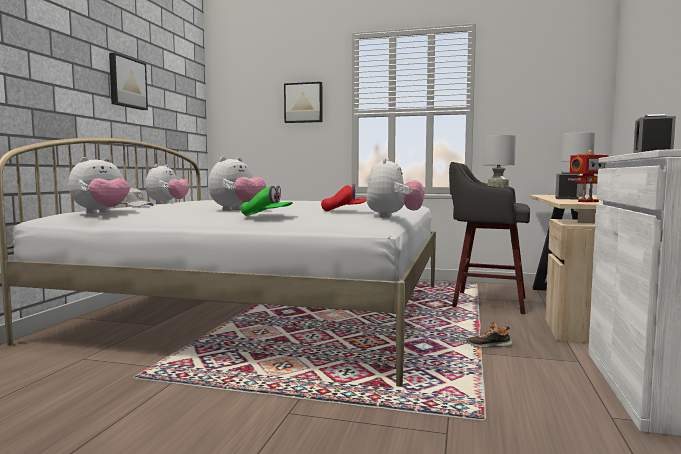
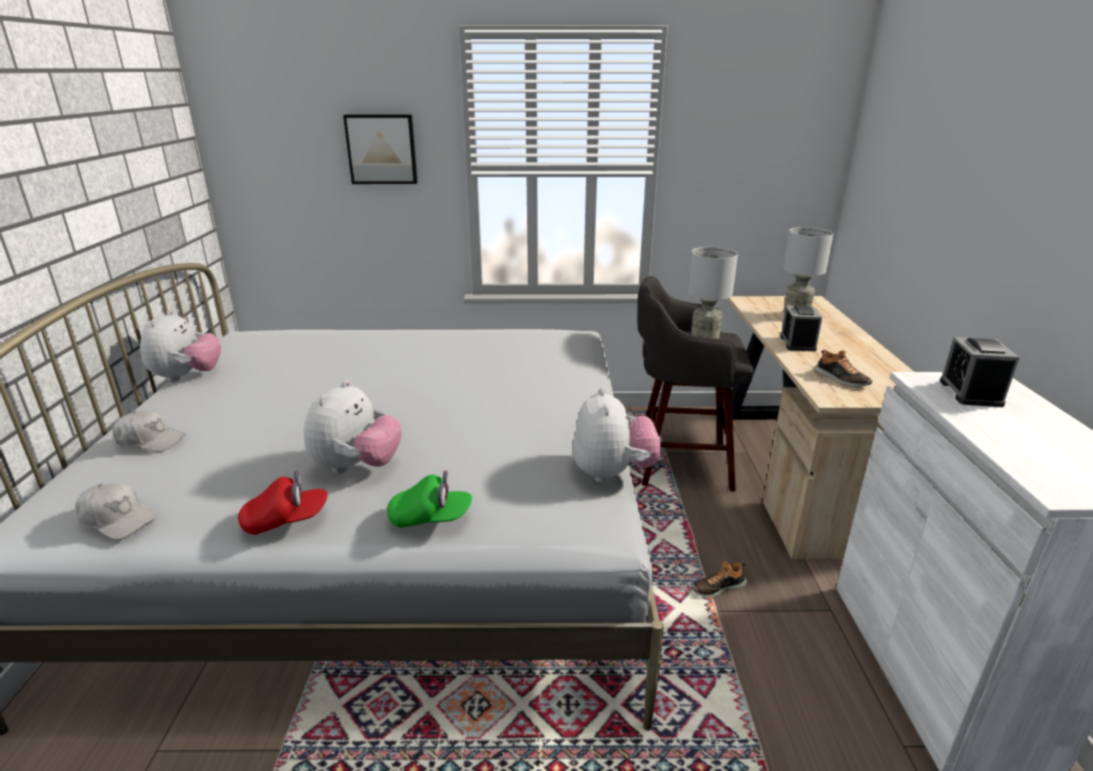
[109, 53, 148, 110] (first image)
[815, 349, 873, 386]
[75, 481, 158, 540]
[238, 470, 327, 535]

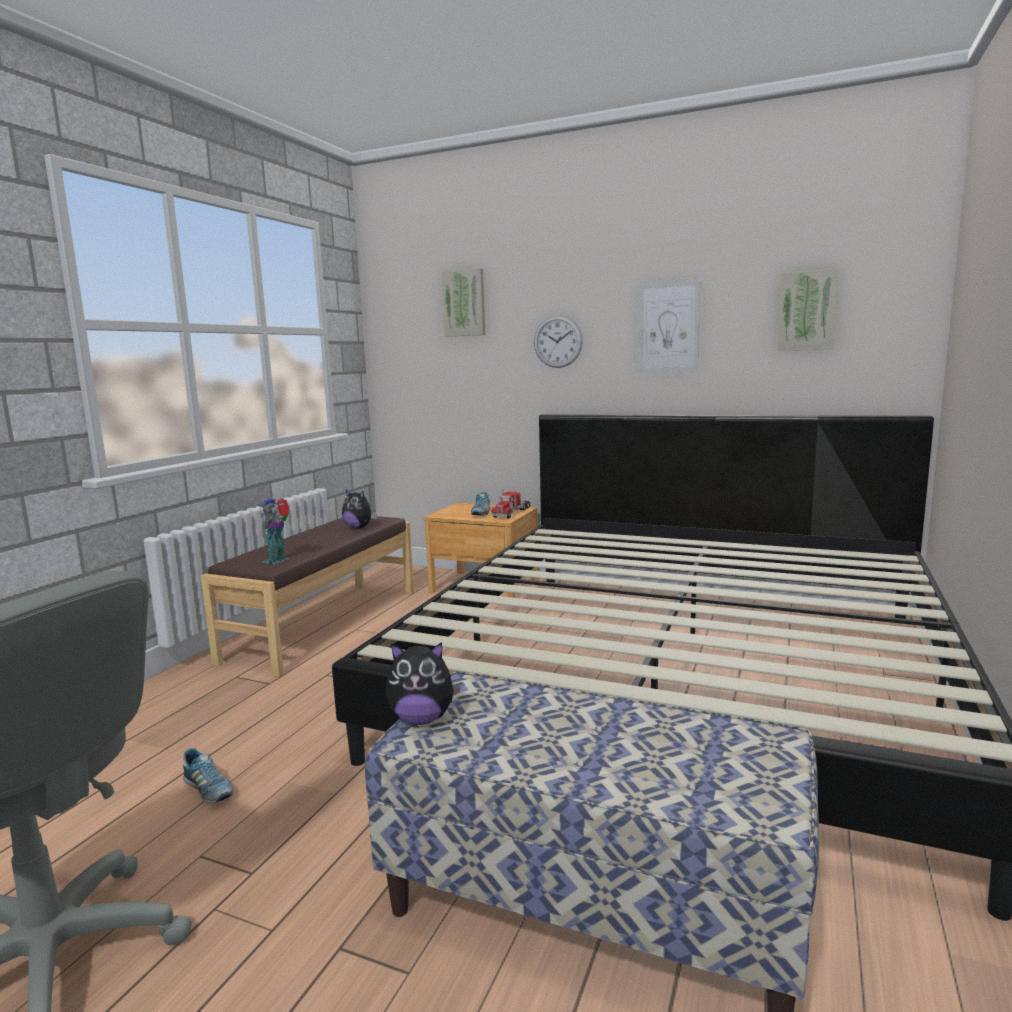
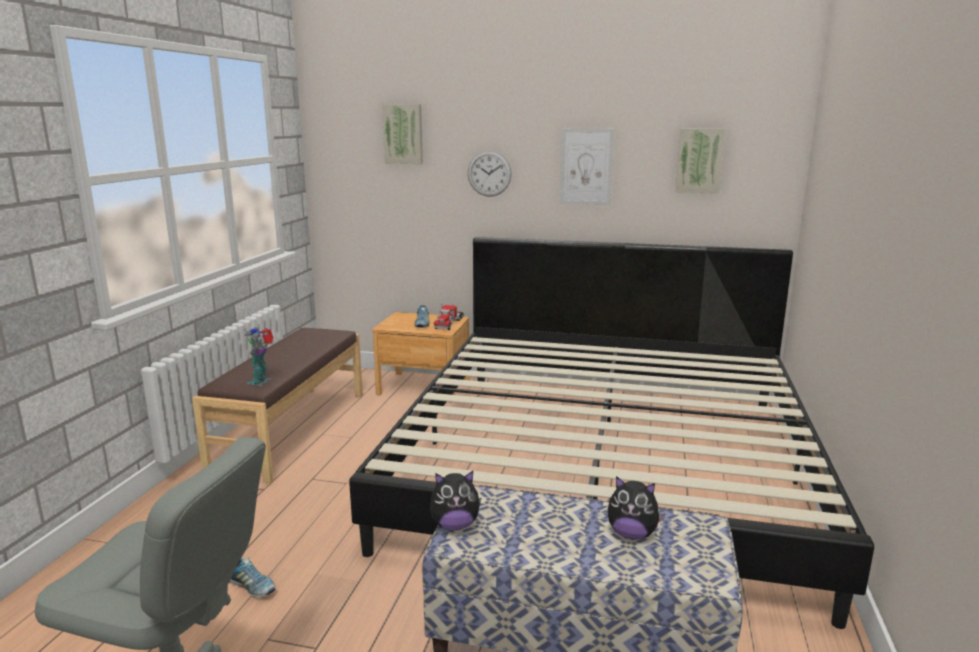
[608, 476, 665, 539]

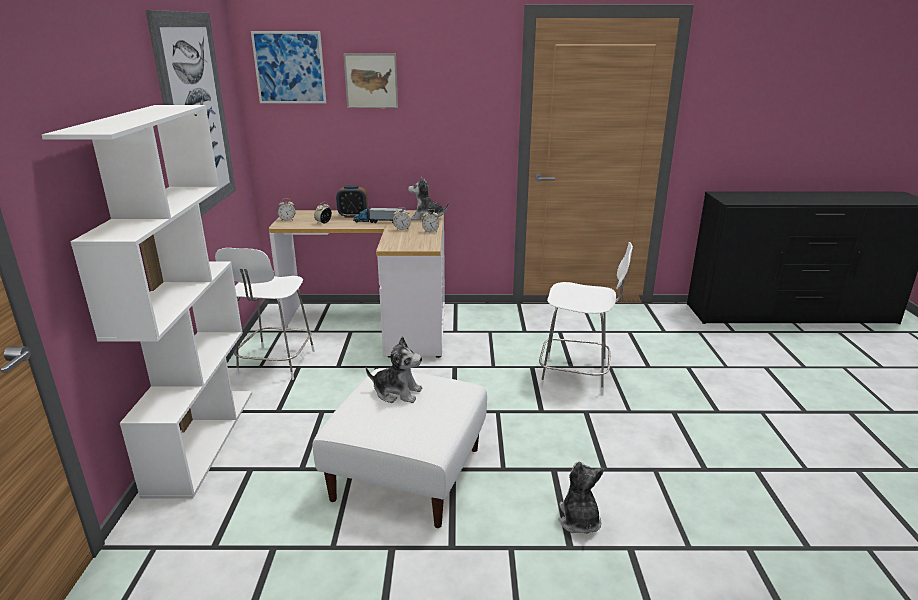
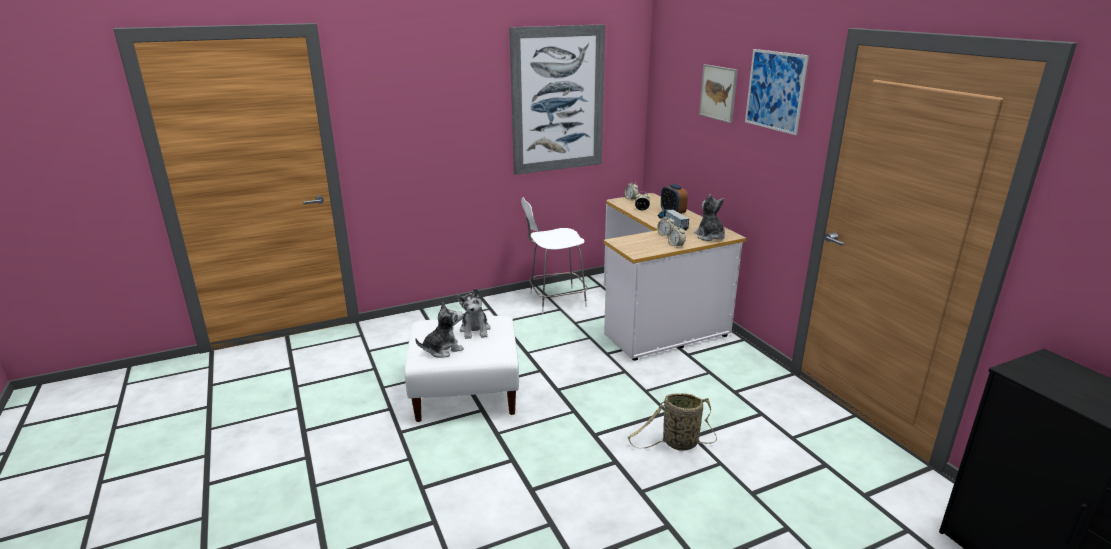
[745, 49, 809, 135]
[42, 105, 252, 498] (first image)
[628, 393, 717, 451]
[415, 302, 464, 358]

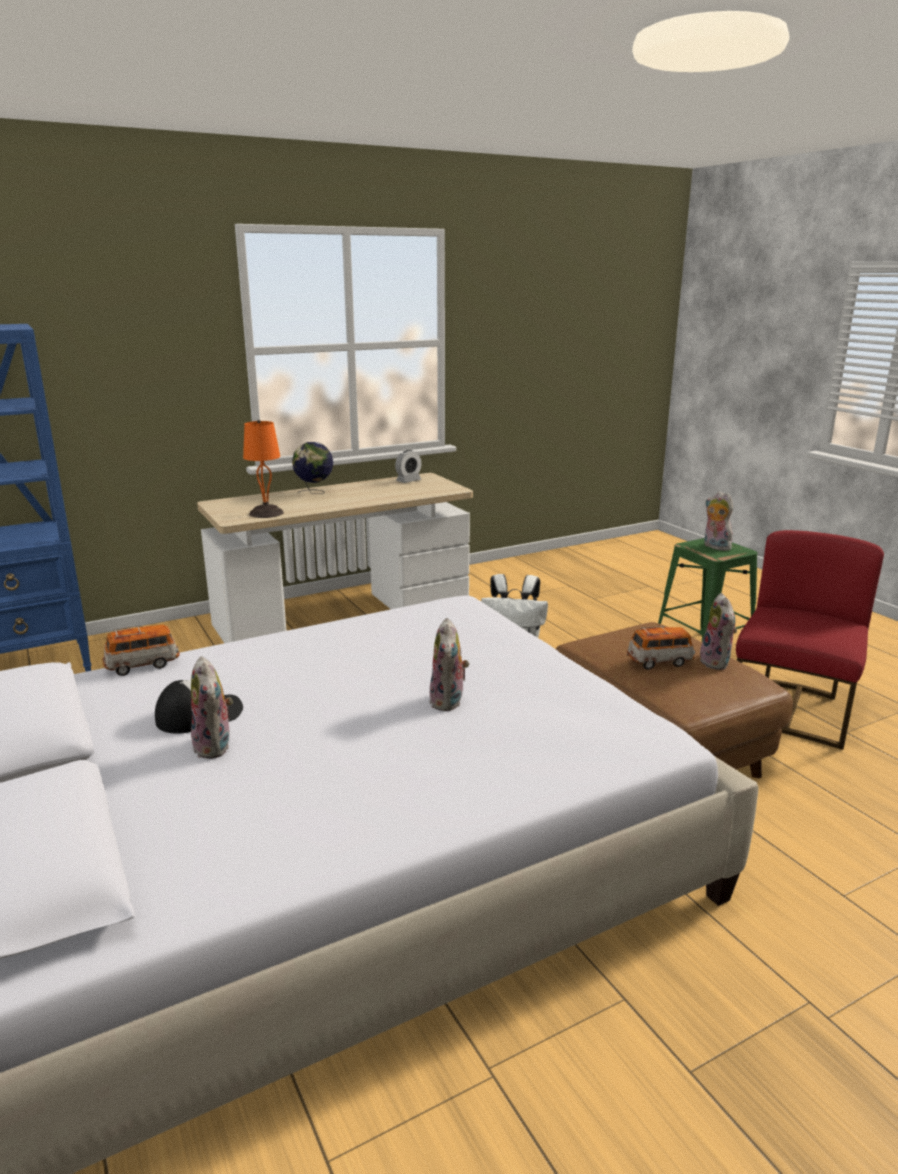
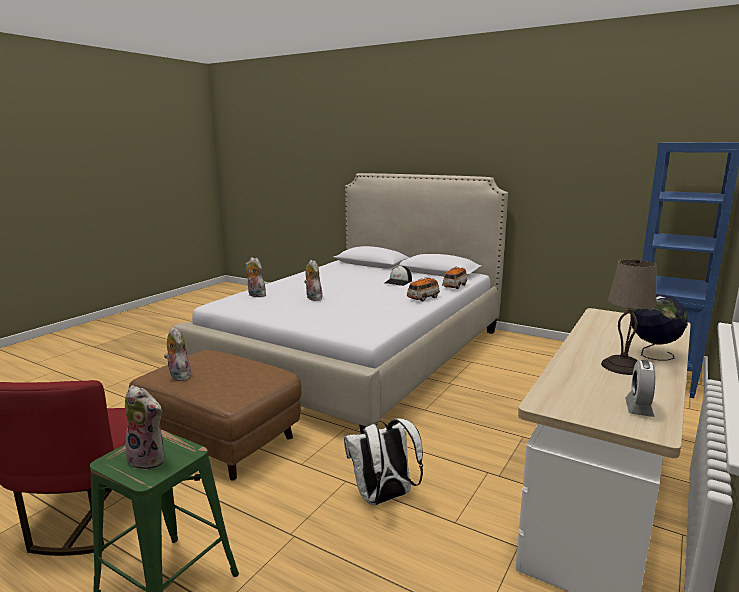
[243, 420, 284, 518] (first image)
[407, 277, 440, 302]
[245, 257, 268, 298]
[601, 259, 656, 375]

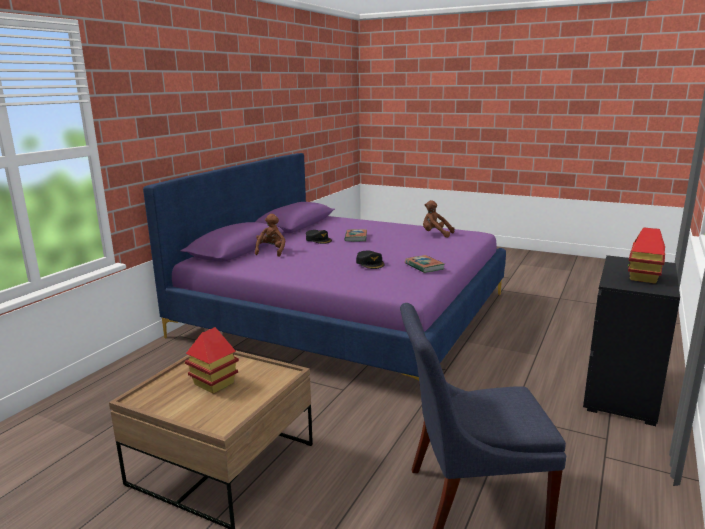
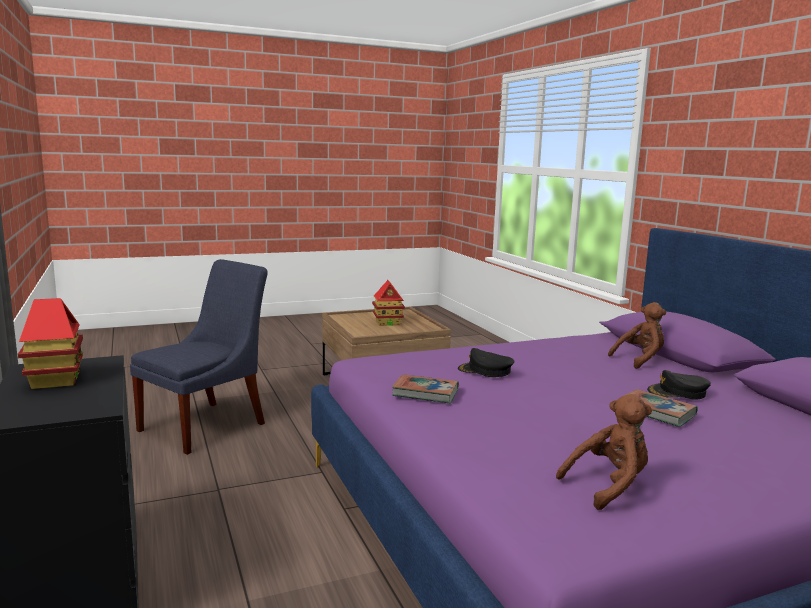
[608, 302, 666, 369]

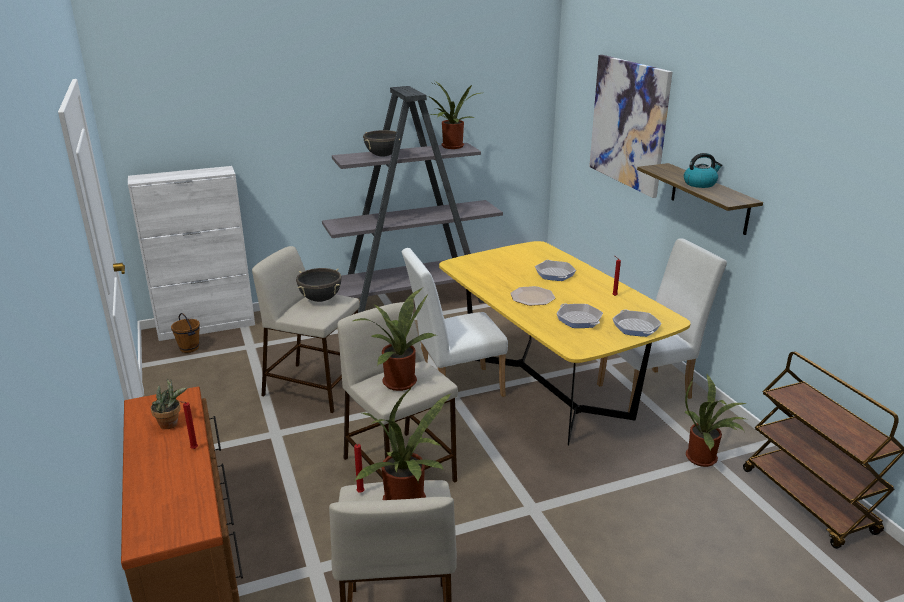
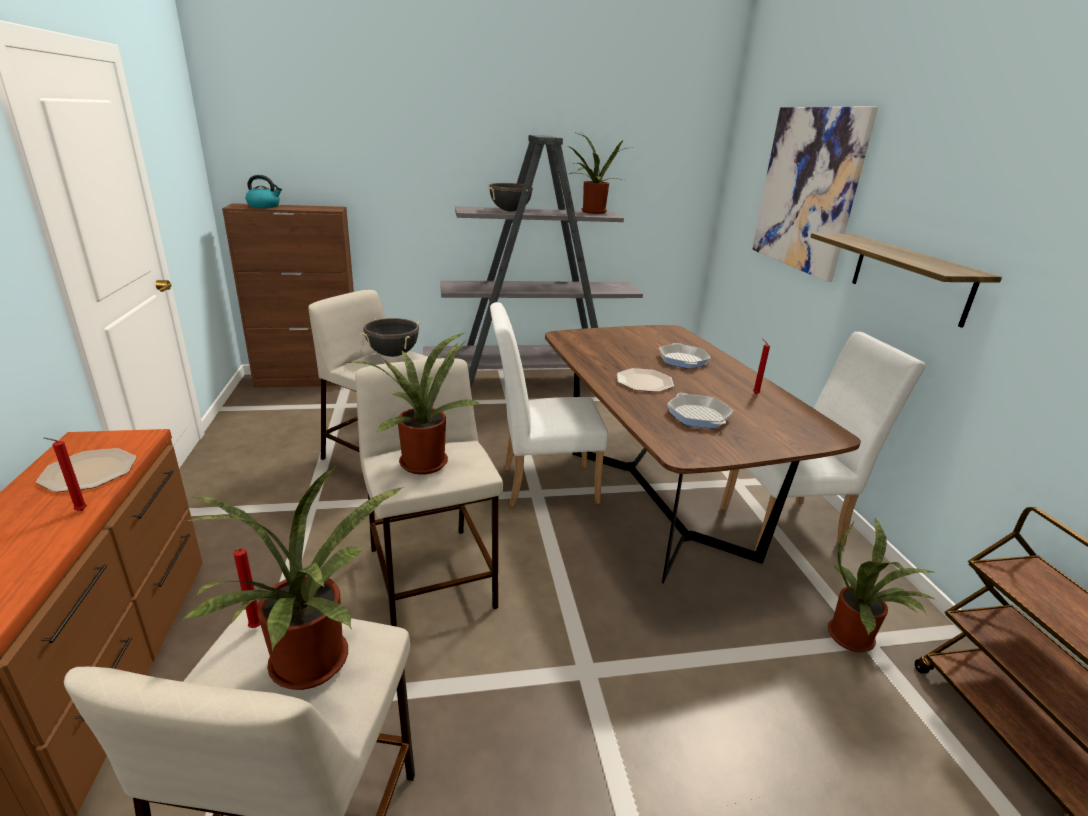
[246, 175, 282, 208]
[222, 203, 354, 388]
[545, 325, 861, 583]
[612, 310, 662, 337] (first image)
[171, 313, 200, 353] (first image)
[36, 448, 137, 492]

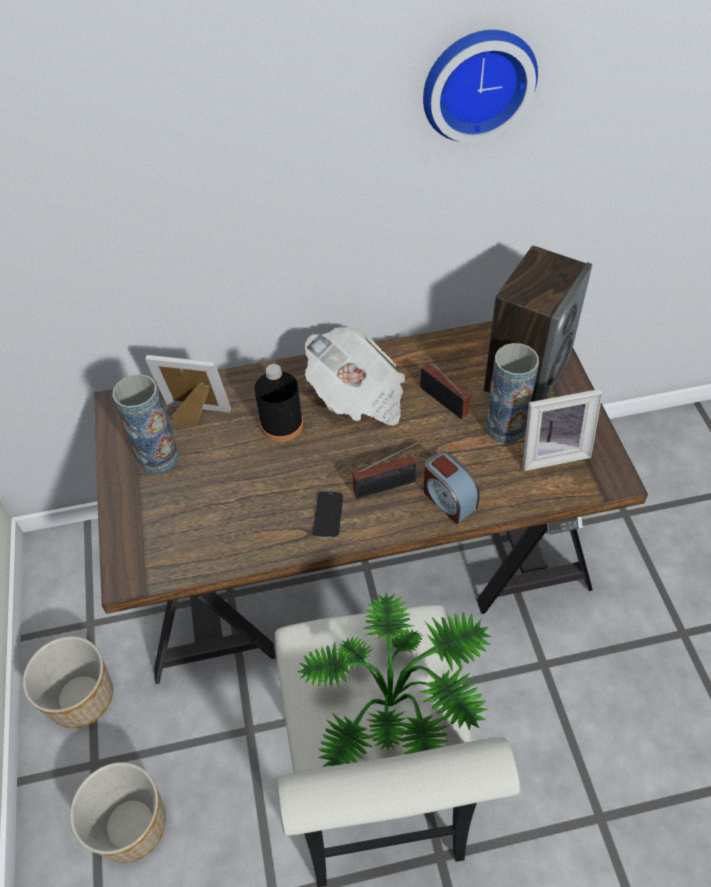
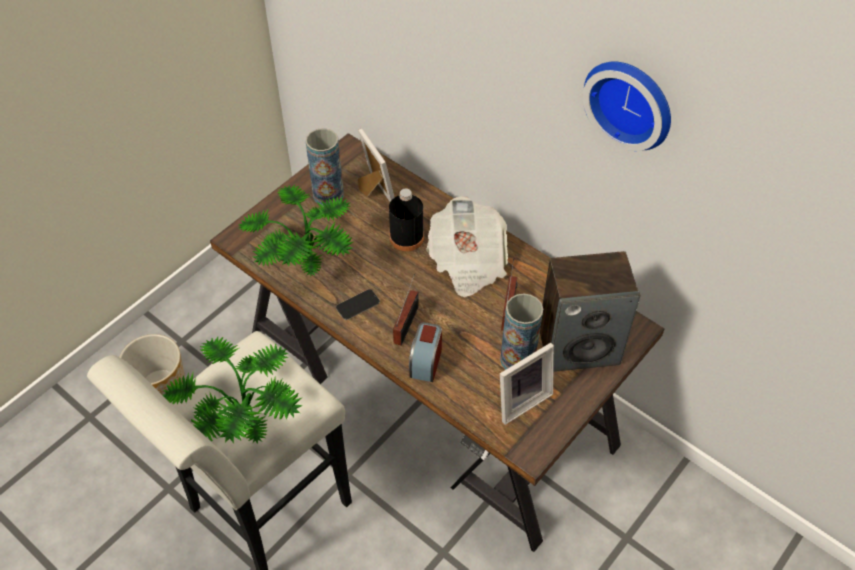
[500, 343, 554, 425]
[393, 273, 419, 346]
[23, 636, 113, 728] (first image)
[239, 185, 353, 276]

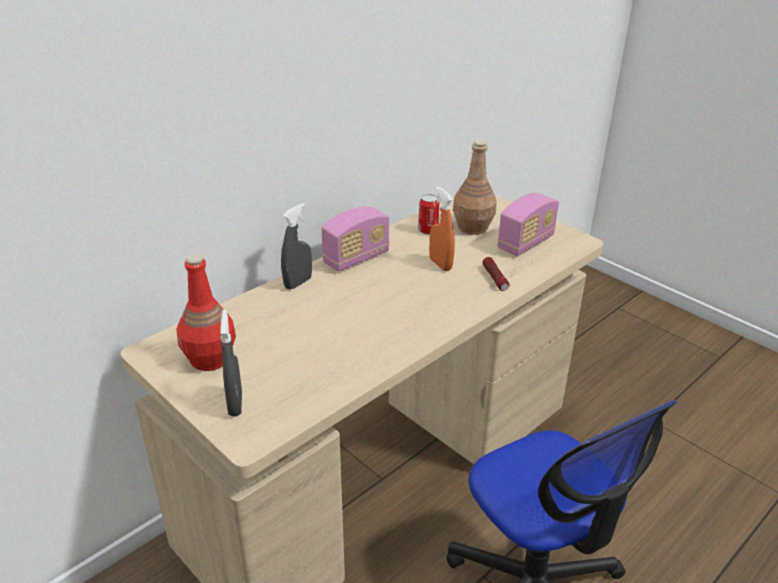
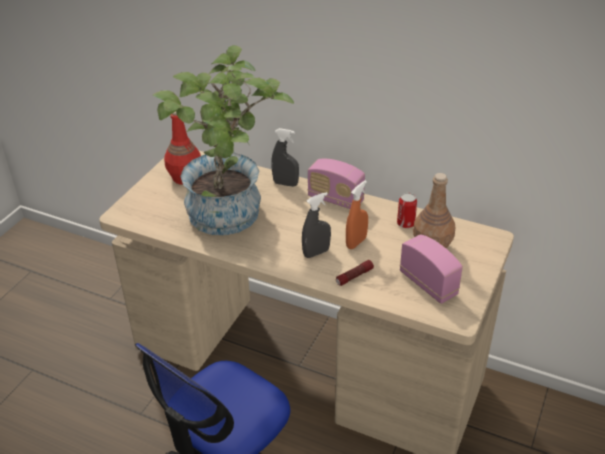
[400, 234, 463, 304]
[302, 192, 331, 258]
[153, 45, 294, 235]

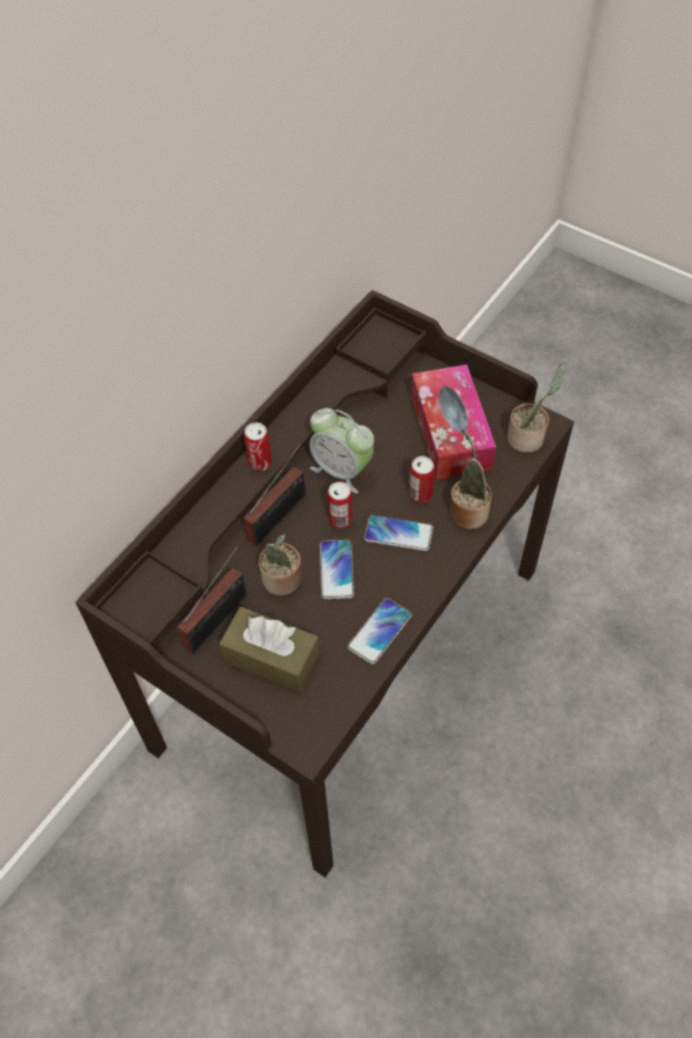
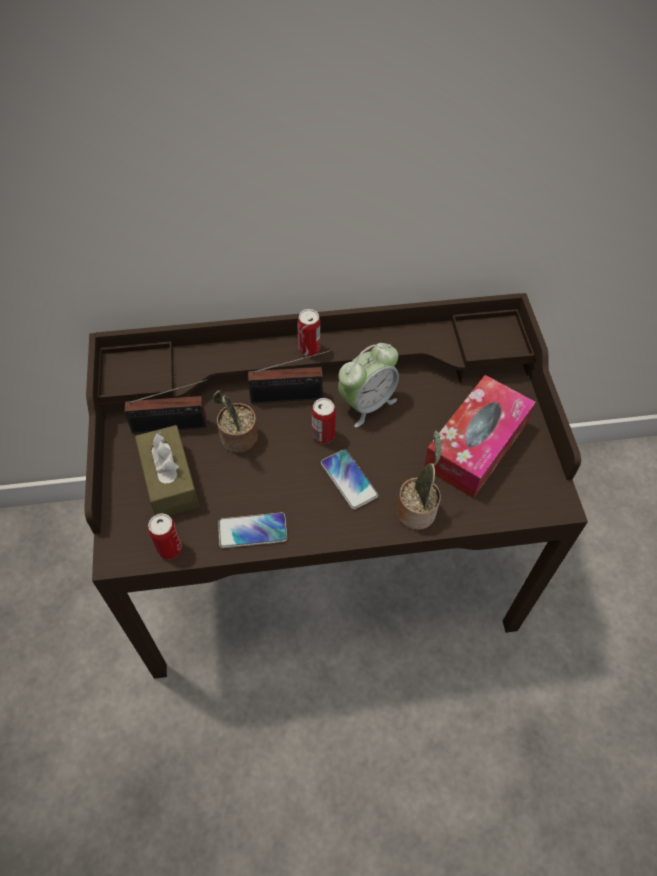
[507, 363, 565, 453] (first image)
[338, 343, 399, 427]
[148, 514, 182, 559]
[320, 540, 354, 599] (first image)

